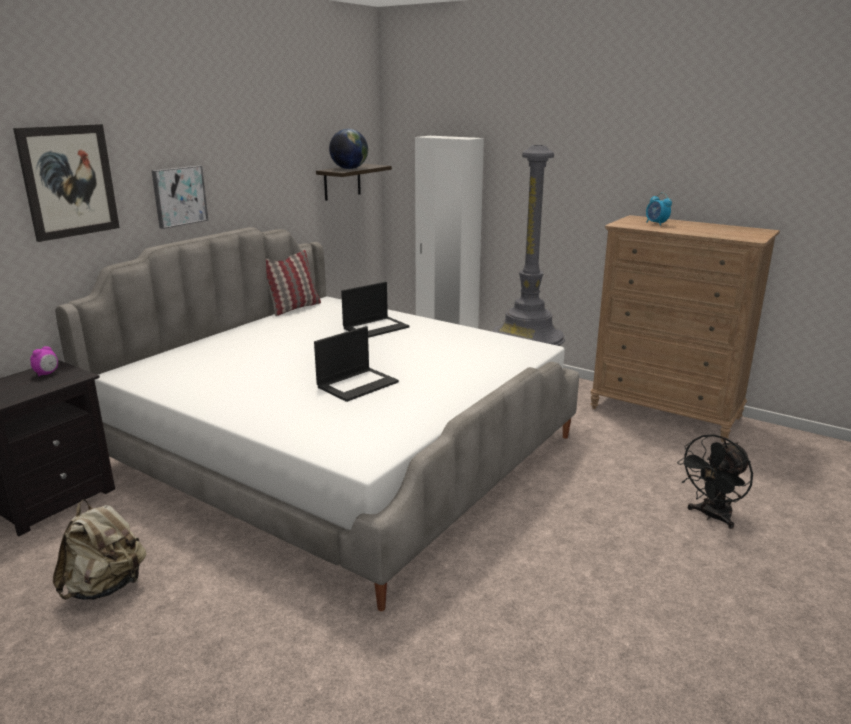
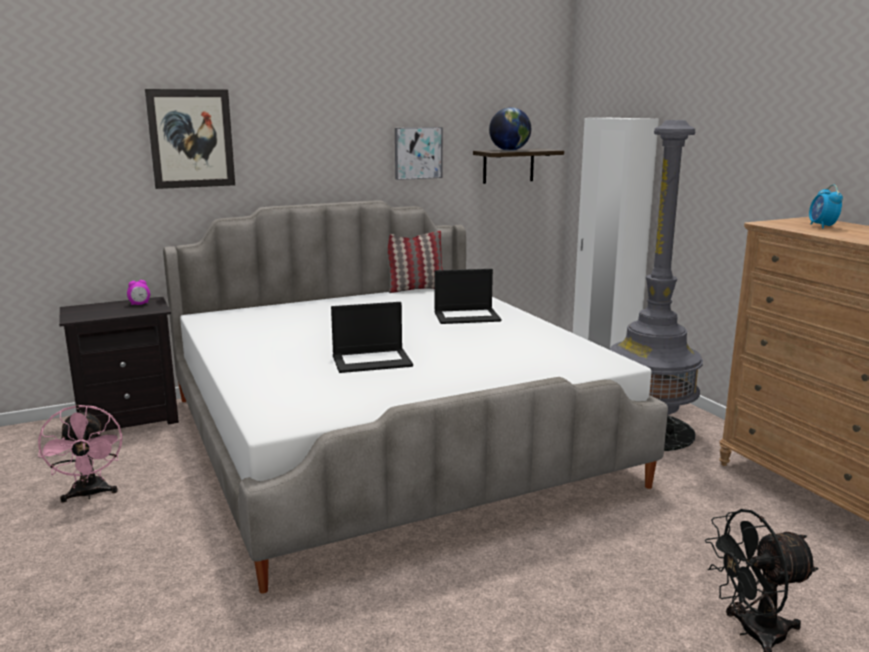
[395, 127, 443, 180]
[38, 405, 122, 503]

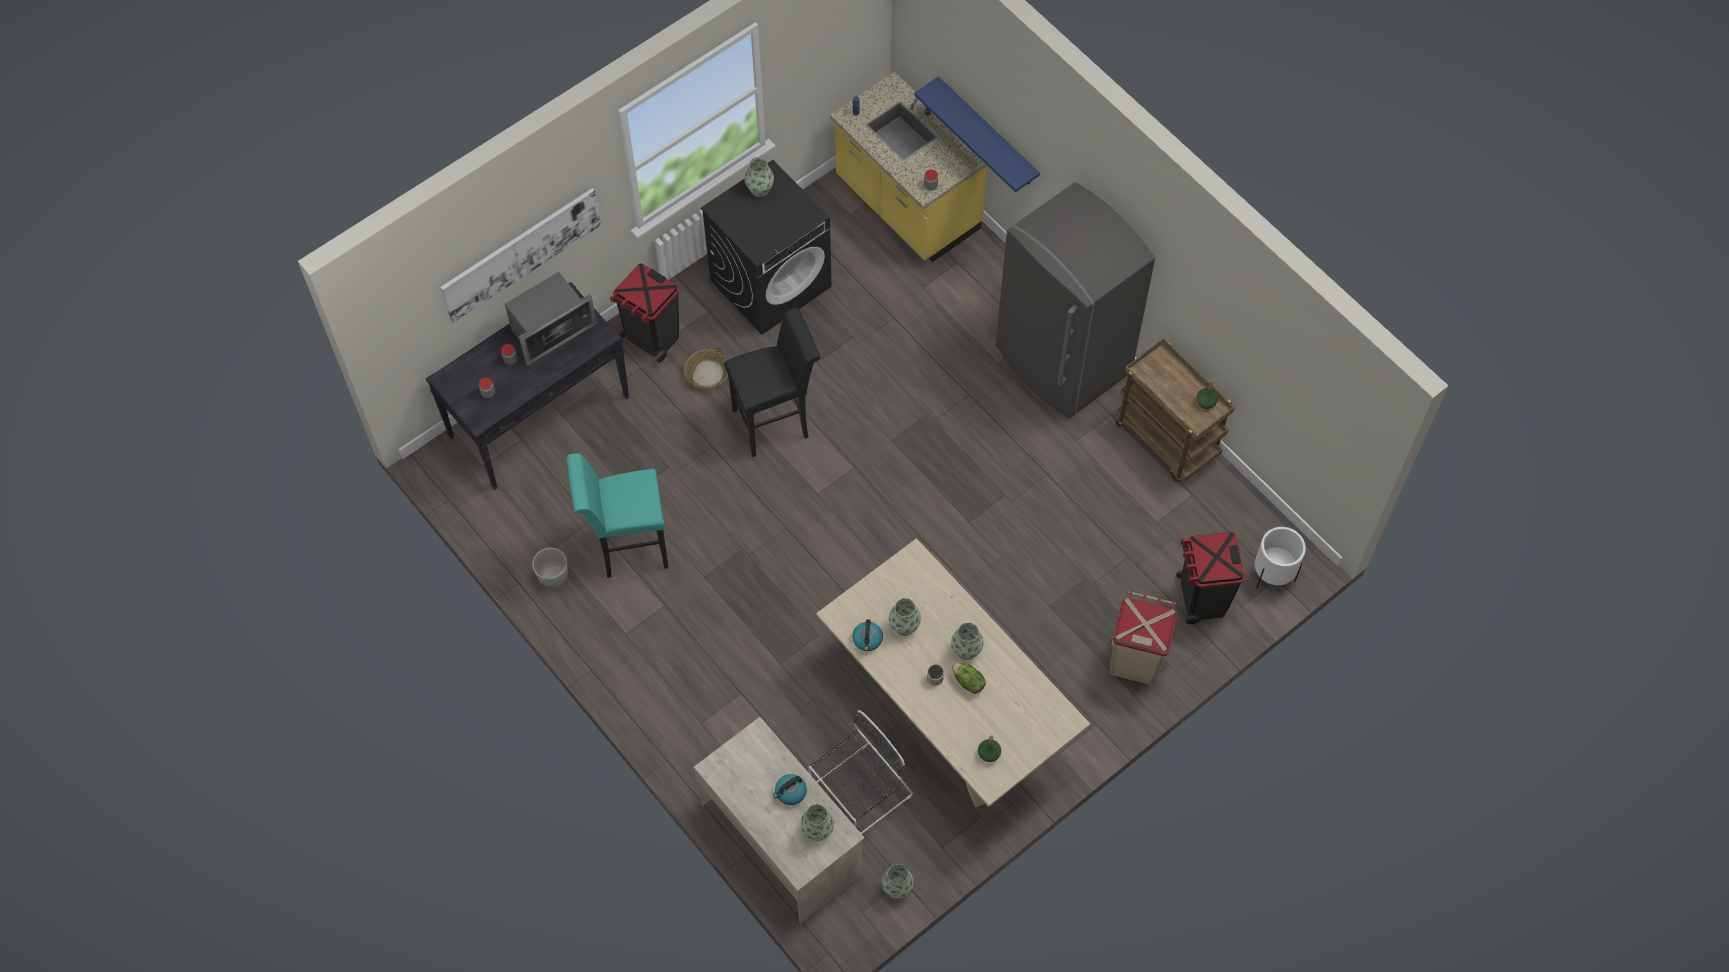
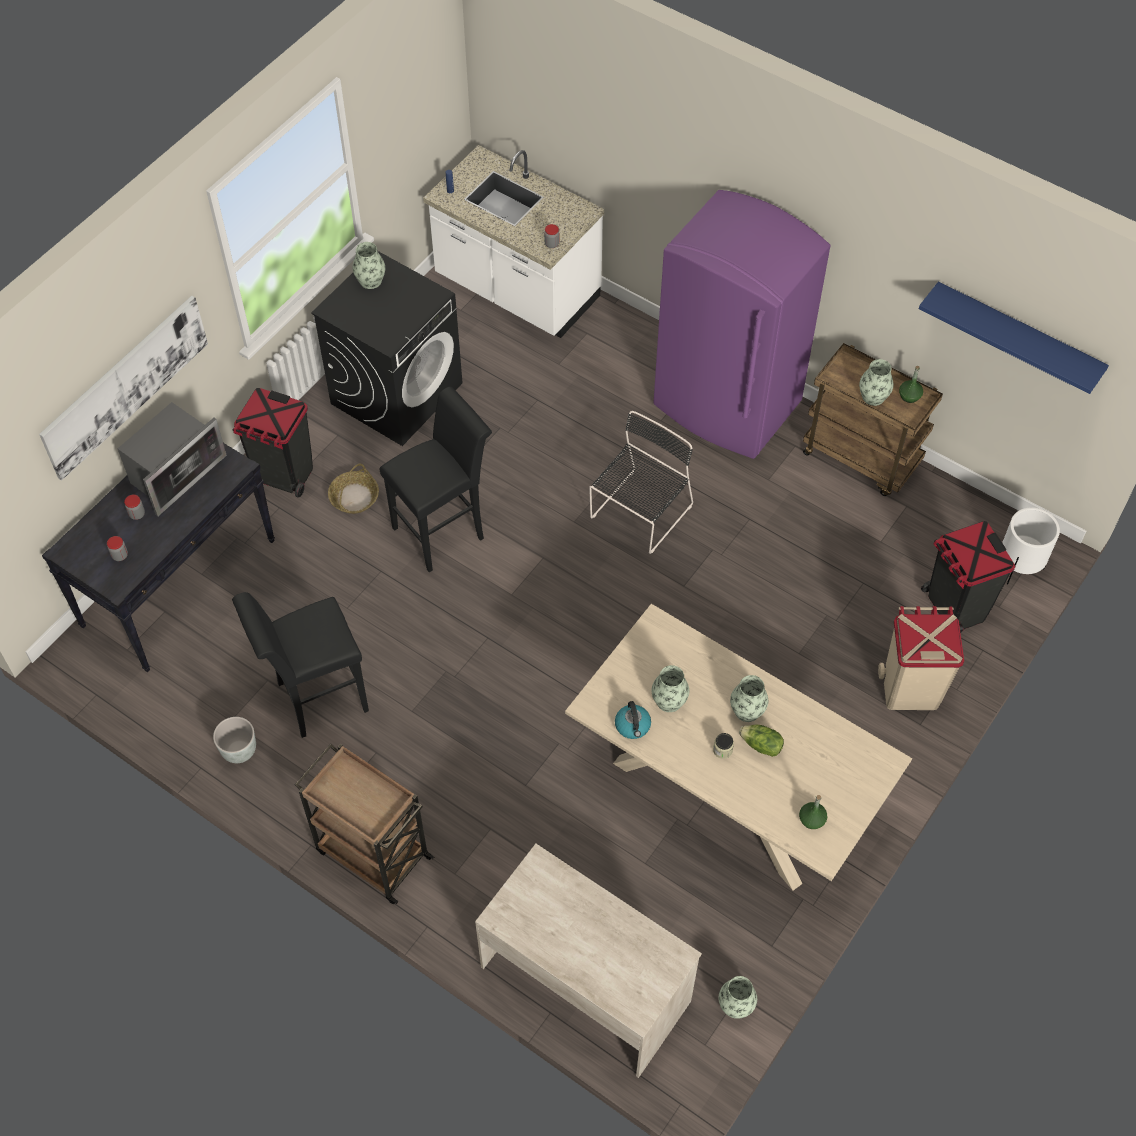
[423, 145, 604, 338]
[919, 282, 1109, 394]
[653, 190, 831, 459]
[232, 592, 369, 738]
[589, 411, 693, 554]
[773, 774, 807, 805] (first image)
[859, 359, 893, 406]
[295, 743, 434, 904]

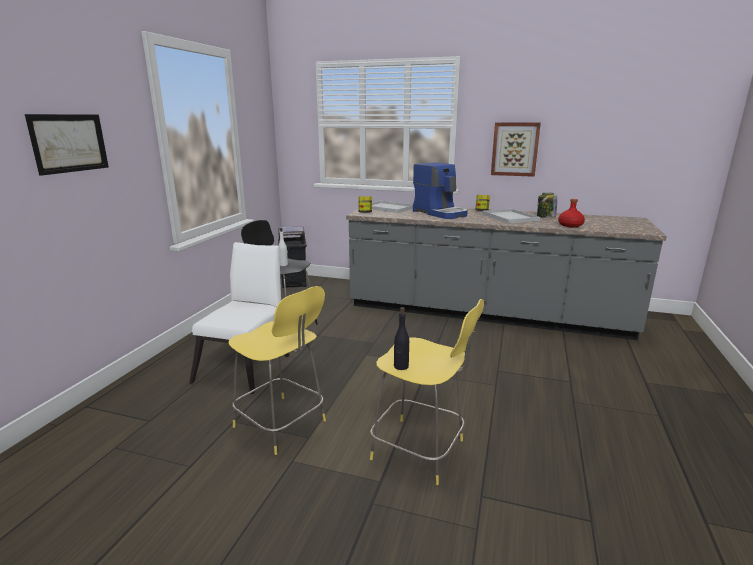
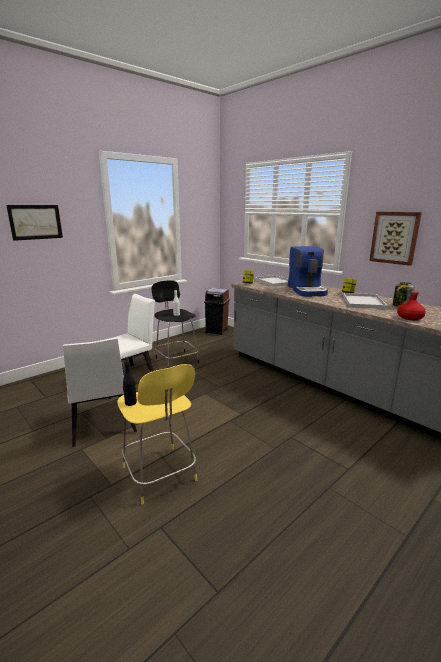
[63, 338, 137, 447]

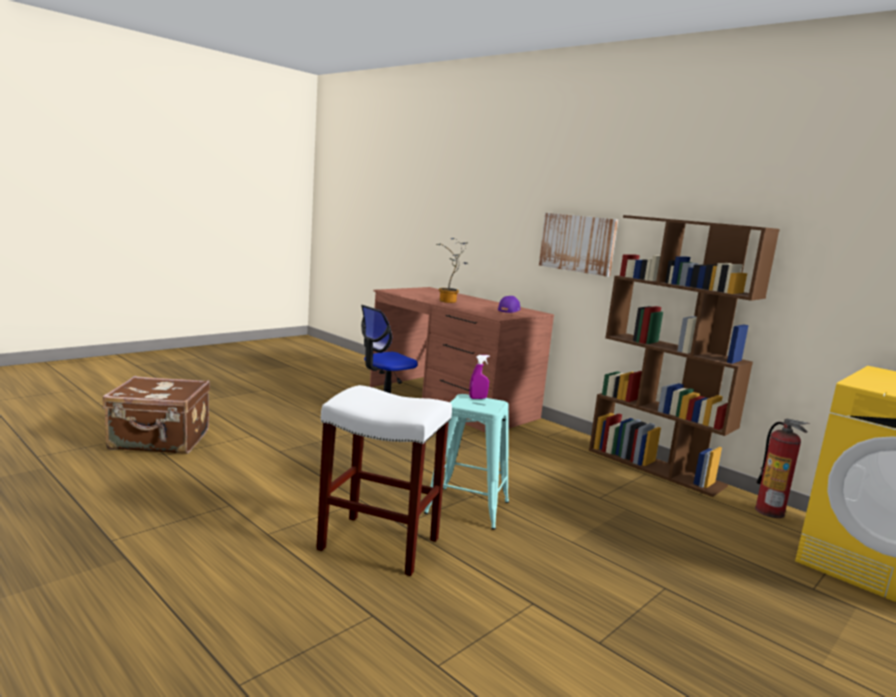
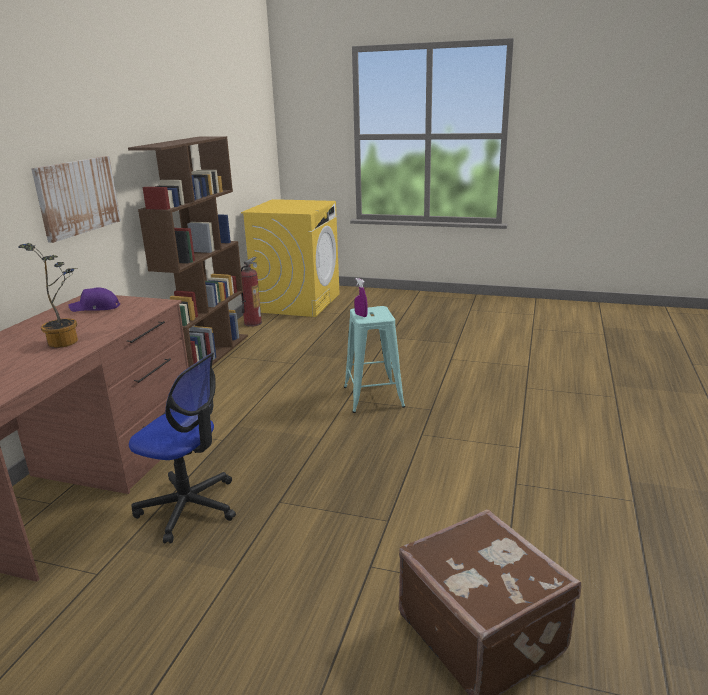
[316, 385, 452, 576] (first image)

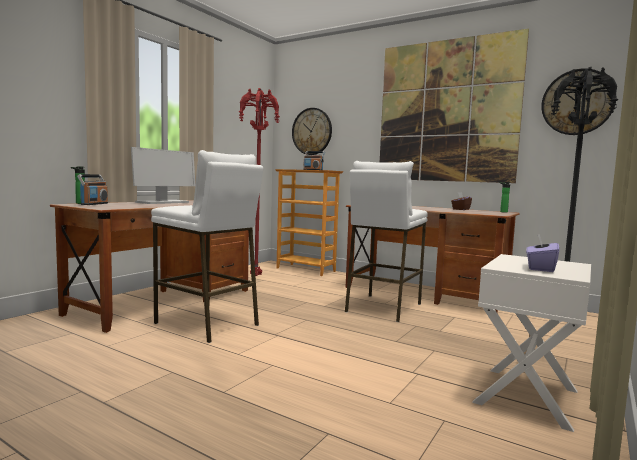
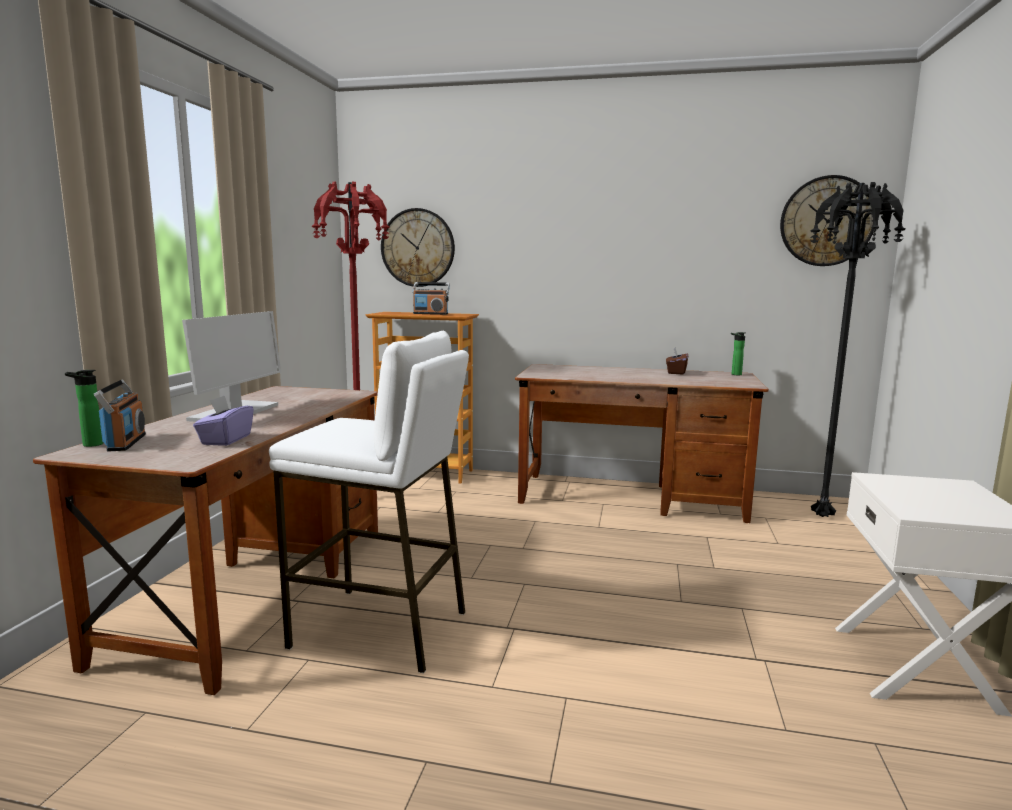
[380, 29, 529, 183] (first image)
[345, 161, 428, 322] (first image)
[193, 395, 254, 446]

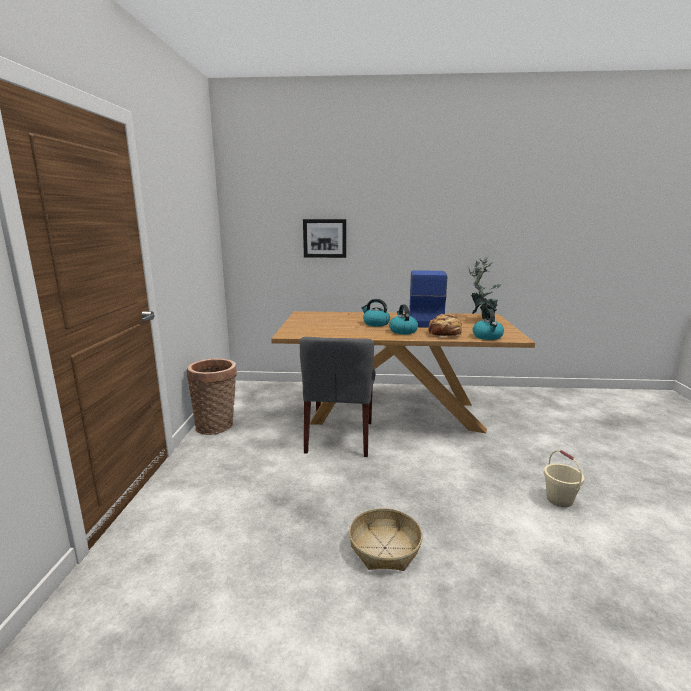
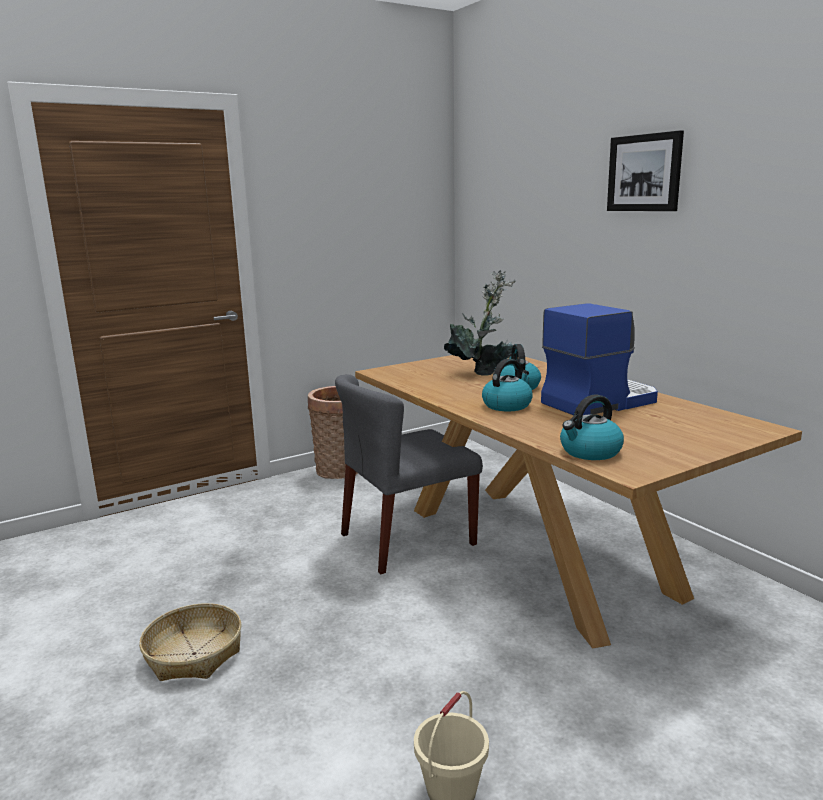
[607, 130, 684, 211]
[444, 270, 516, 375]
[428, 314, 462, 337] (first image)

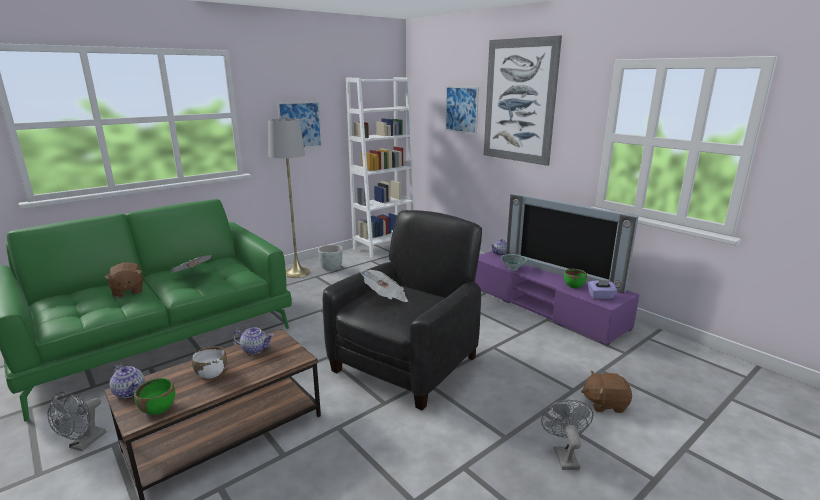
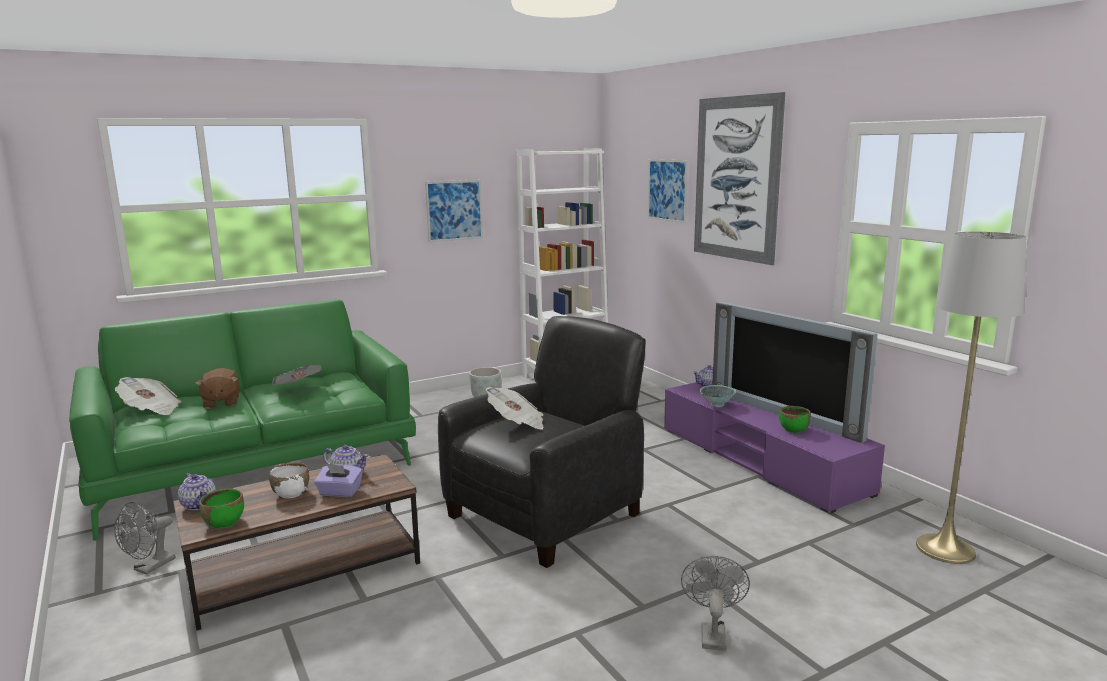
[916, 232, 1026, 564]
[314, 464, 363, 497]
[581, 371, 632, 413] (first image)
[115, 377, 181, 415]

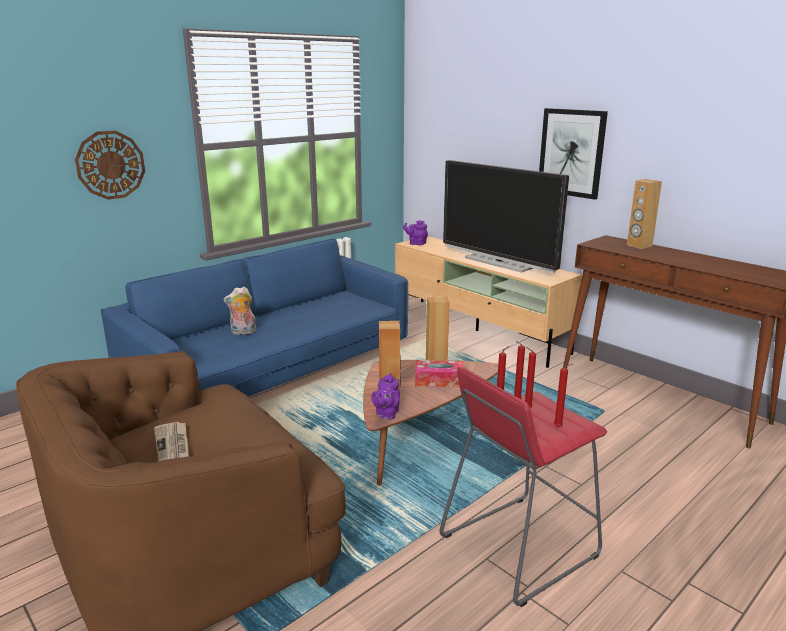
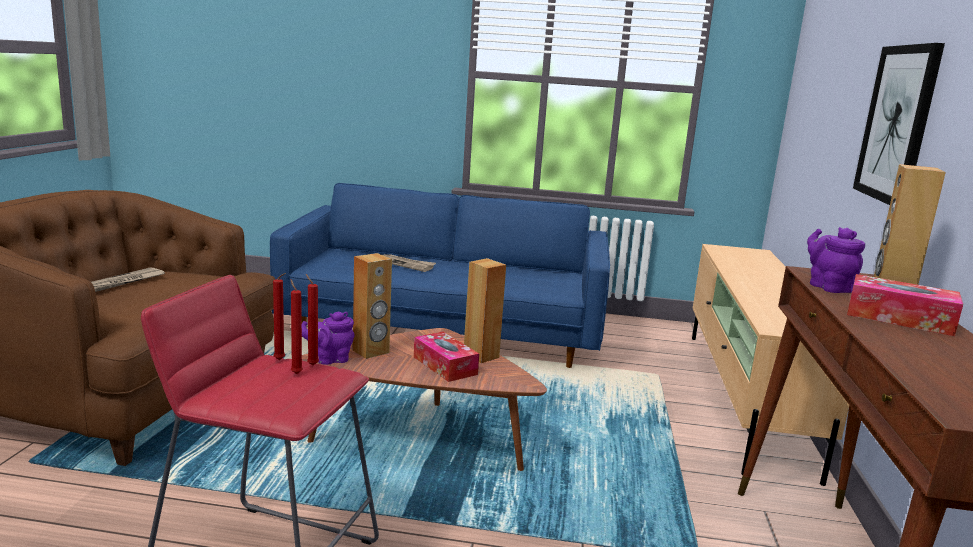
[75, 131, 145, 200] (first image)
[443, 160, 569, 273] (first image)
[807, 227, 865, 293]
[383, 254, 436, 272]
[554, 364, 573, 427] (first image)
[847, 274, 963, 336]

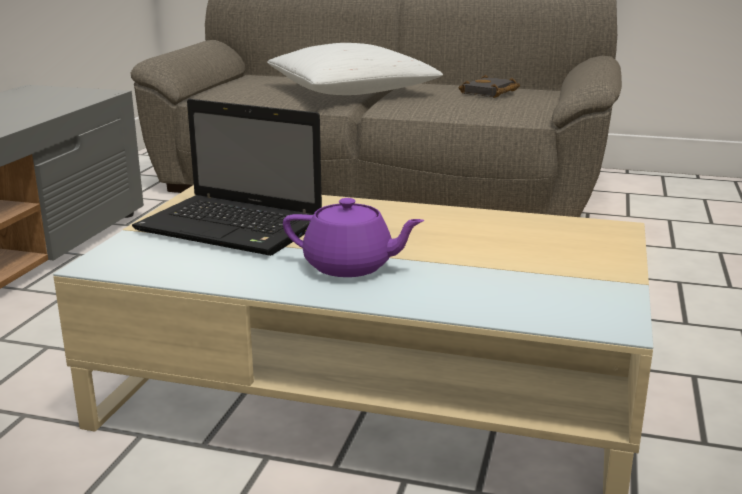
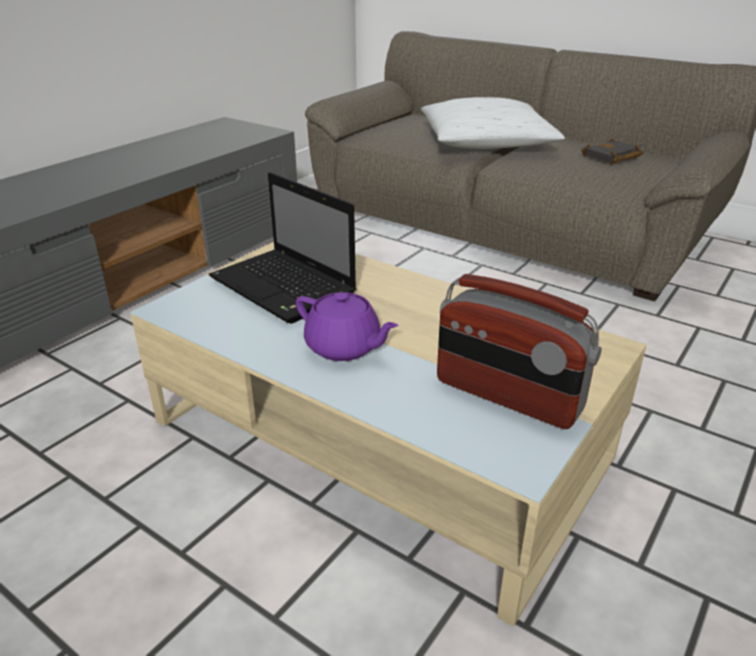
[437, 274, 602, 429]

